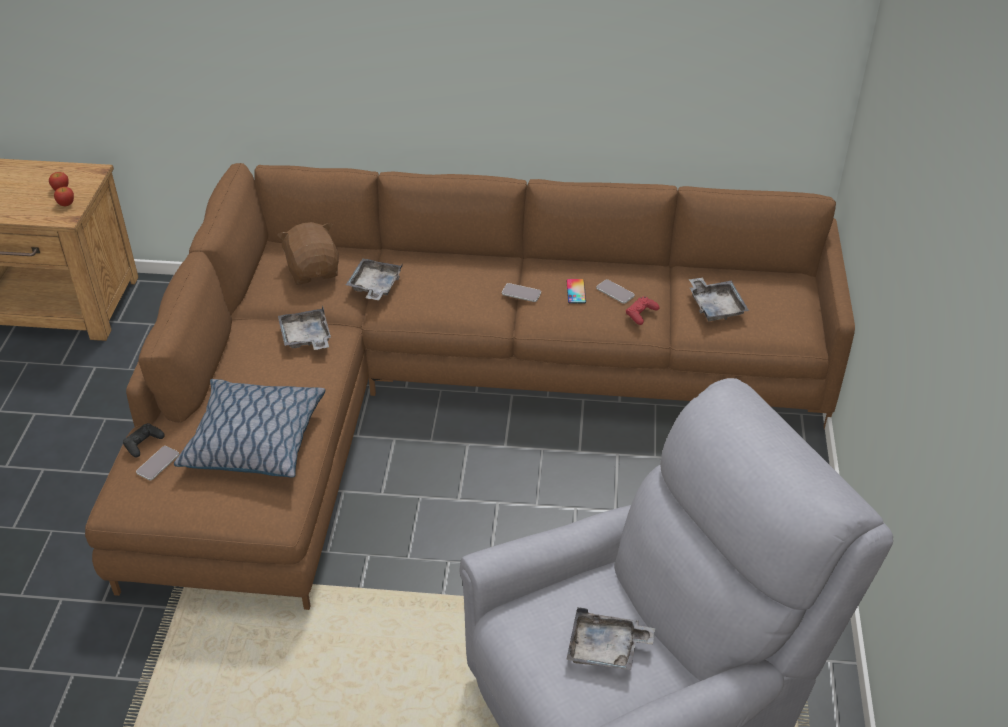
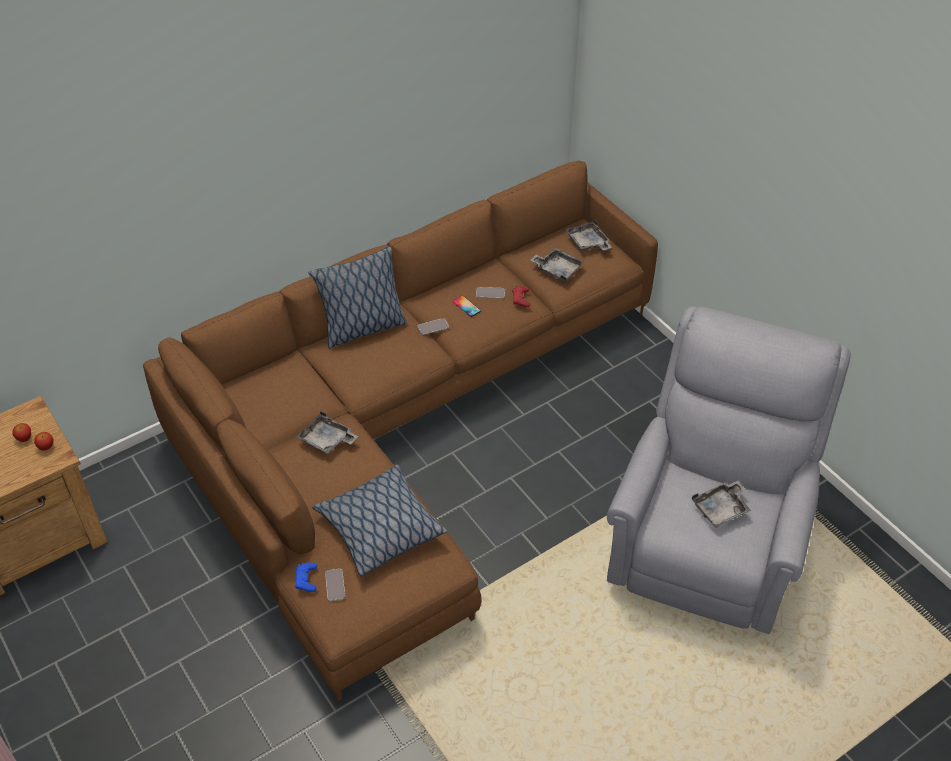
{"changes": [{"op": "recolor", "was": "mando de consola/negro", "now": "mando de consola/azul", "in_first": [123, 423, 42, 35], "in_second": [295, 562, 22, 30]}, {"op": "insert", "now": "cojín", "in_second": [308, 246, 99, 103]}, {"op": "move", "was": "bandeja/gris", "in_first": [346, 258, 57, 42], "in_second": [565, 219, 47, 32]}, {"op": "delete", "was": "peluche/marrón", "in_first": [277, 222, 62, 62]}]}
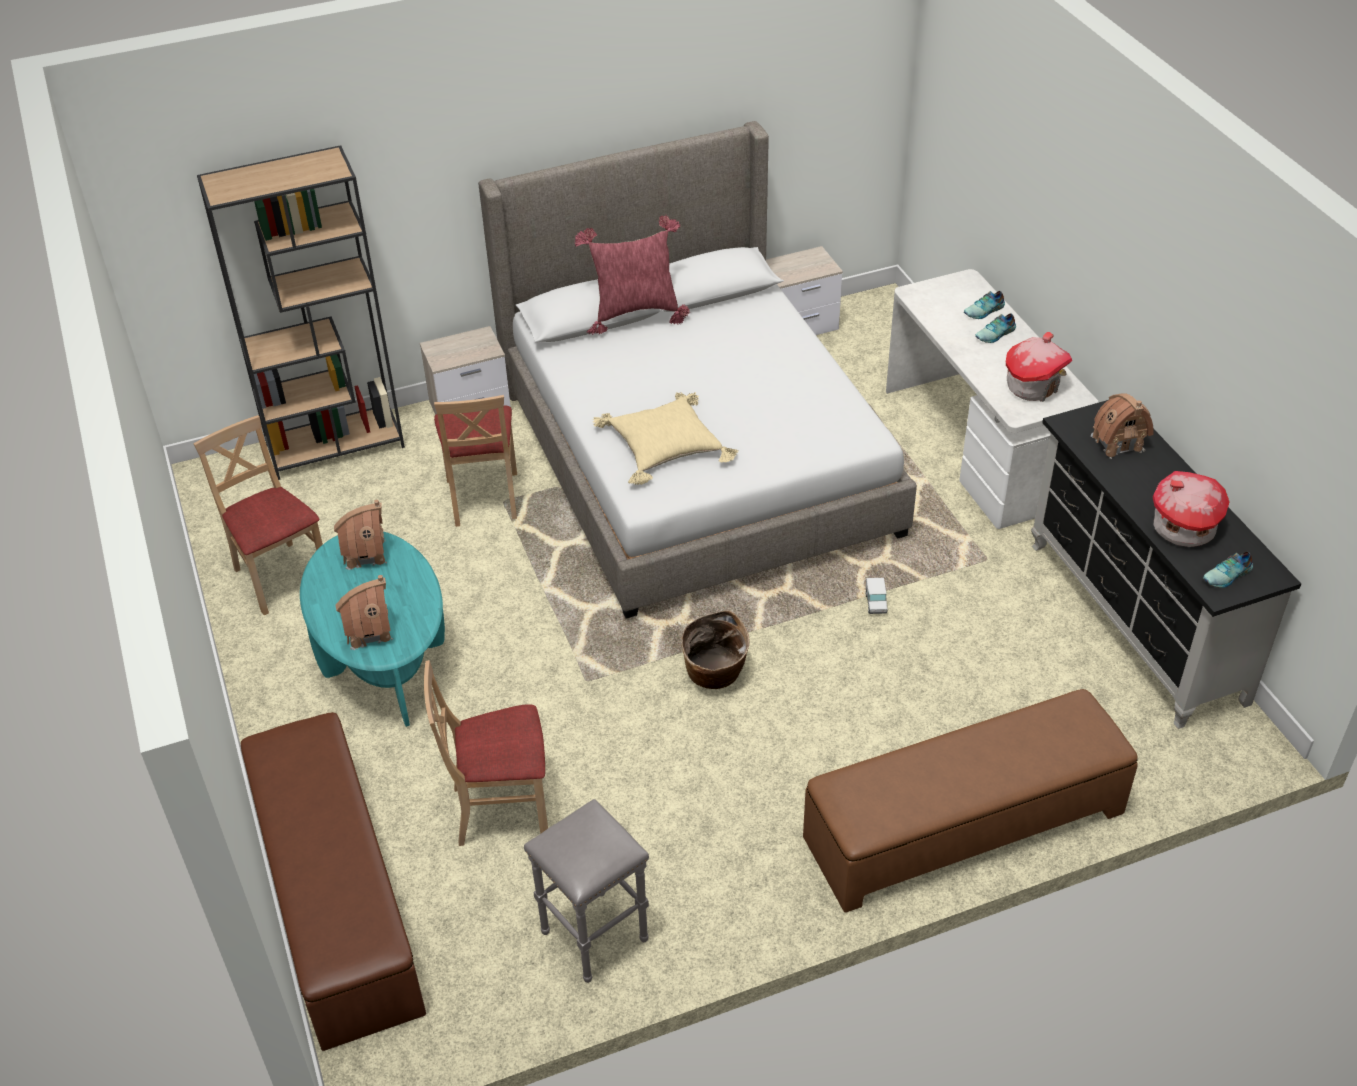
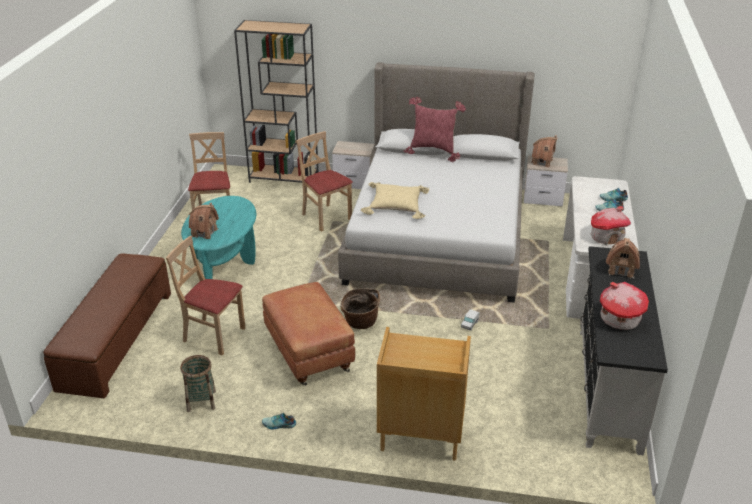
{"changes": [{"op": "replace", "was": "taburete/gris", "now": "cesta", "in_first": [524, 799, 125, 184], "in_second": [180, 355, 36, 57]}, {"op": "insert", "now": "puf/marrón", "in_second": [262, 282, 93, 104]}, {"op": "move", "was": "zapato", "in_first": [1203, 552, 50, 36], "in_second": [262, 413, 34, 16]}, {"op": "rotate", "was": "silla/beis", "in_first": [434, 395, 83, 132], "in_second": [296, 131, 57, 101], "clockwise": 120}, {"op": "replace", "was": "banco/marrón", "now": "armario/marrón", "in_first": [803, 689, 335, 224], "in_second": [377, 327, 94, 134]}, {"op": "move", "was": "casita", "in_first": [334, 500, 53, 70], "in_second": [531, 135, 26, 32]}]}
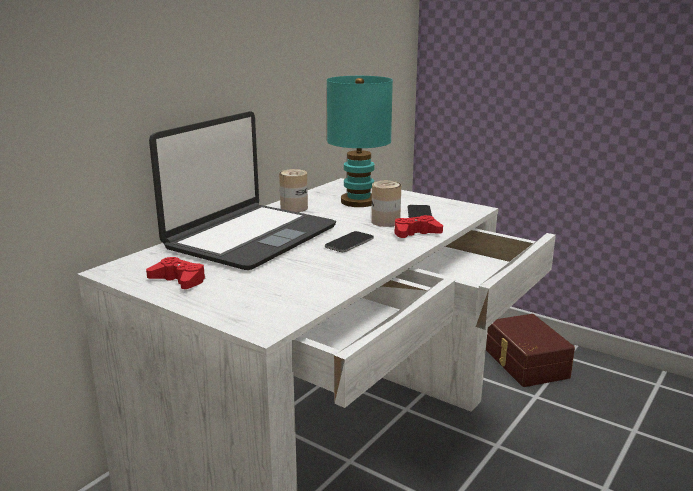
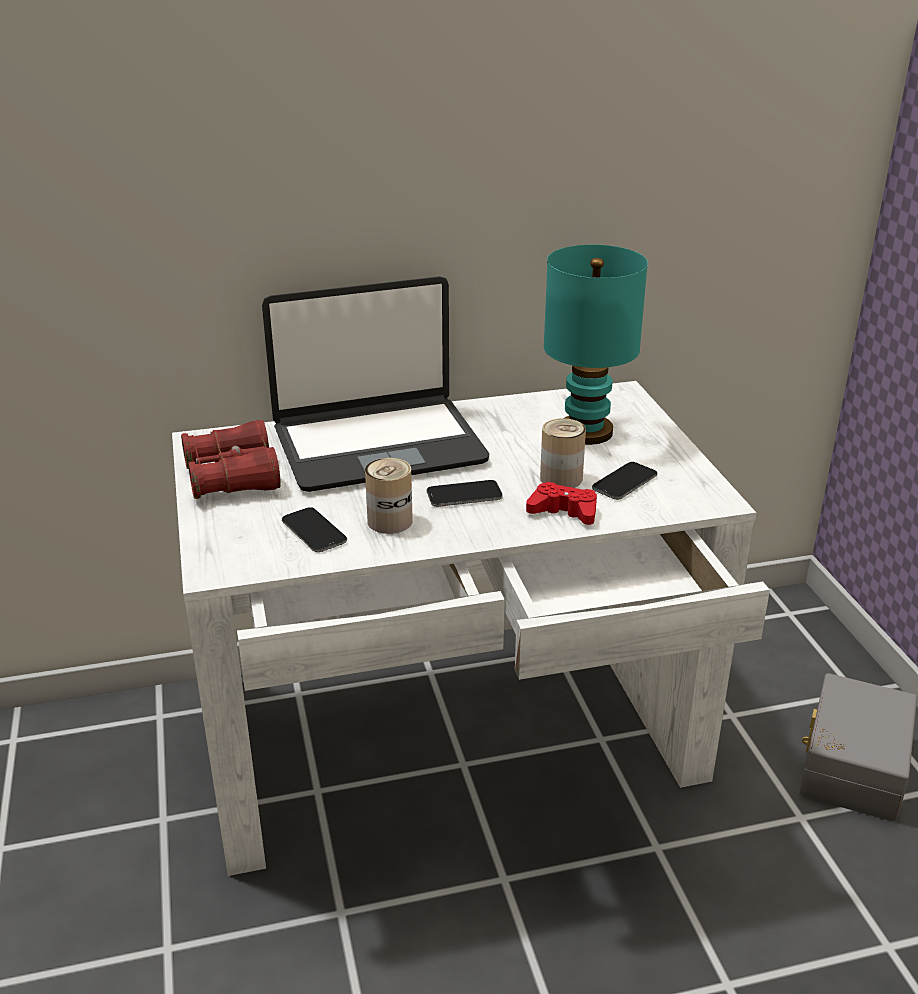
{"changes": [{"op": "replace", "was": "mando de consola/rojo", "now": "prismáticos/rojo", "in_first": [146, 257, 60, 32], "in_second": [181, 420, 100, 79]}, {"op": "insert", "now": "móvil", "in_second": [282, 507, 65, 45]}, {"op": "move", "was": "lata", "in_first": [279, 169, 29, 43], "in_second": [365, 458, 48, 76]}, {"op": "recolor", "was": "caja de almacenaje/marrón", "now": "caja de almacenaje/gris", "in_first": [486, 314, 89, 73], "in_second": [799, 673, 118, 149]}]}
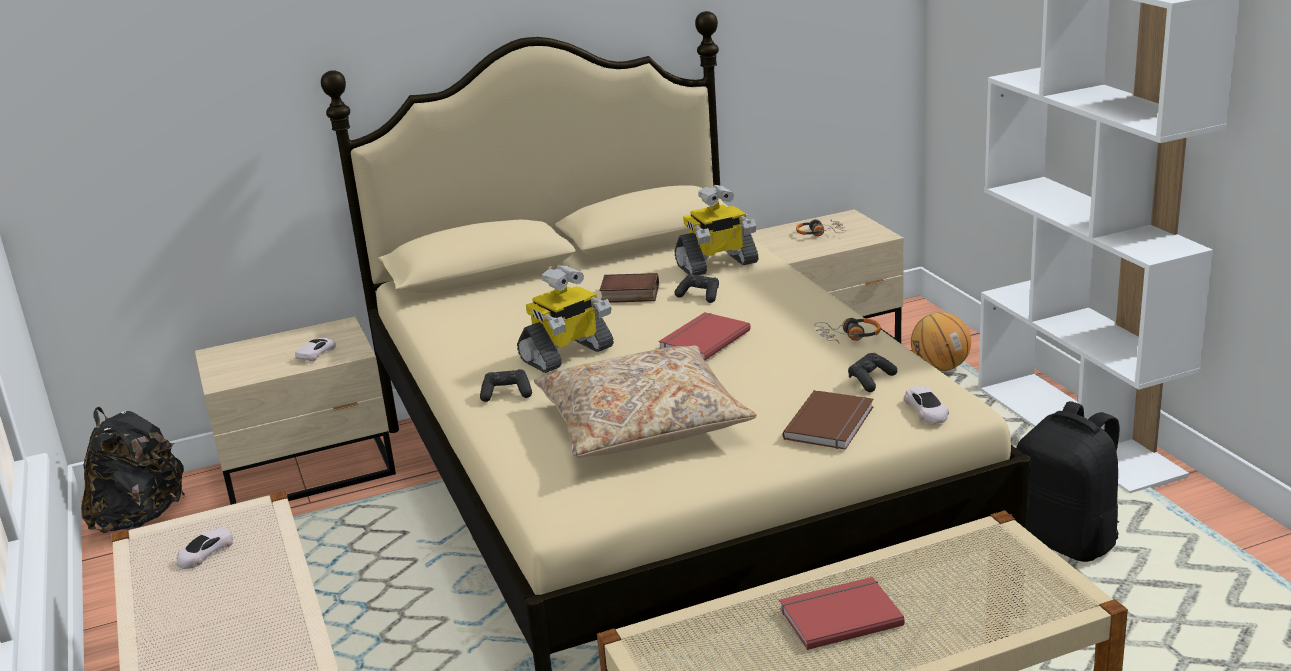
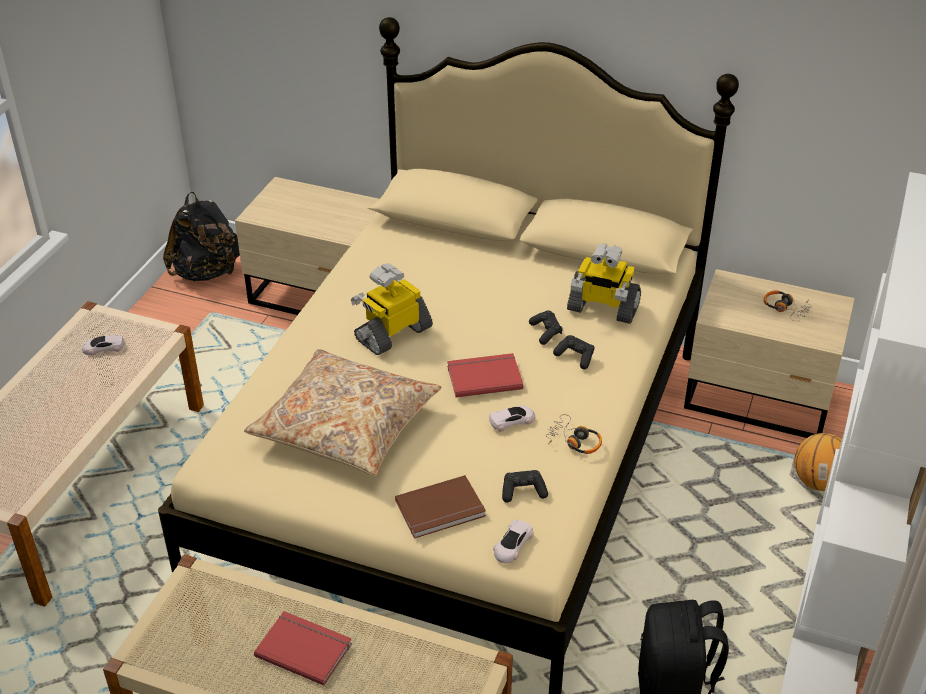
{"changes": [{"op": "rotate", "was": "robot de juguete", "in_first": [517, 265, 97, 108], "in_second": [351, 263, 82, 92], "clockwise": 135}, {"op": "move", "was": "coche de juguete/blanco", "in_first": [295, 338, 41, 23], "in_second": [489, 405, 46, 27]}, {"op": "move", "was": "mando de consola/negro", "in_first": [480, 369, 52, 33], "in_second": [553, 335, 41, 35]}, {"op": "delete", "was": "libro", "in_first": [600, 273, 59, 30]}]}
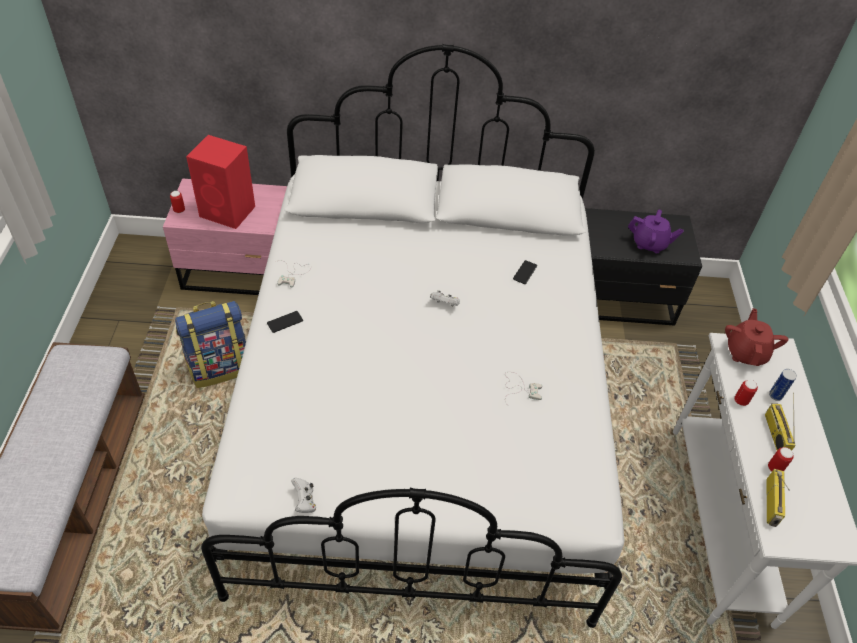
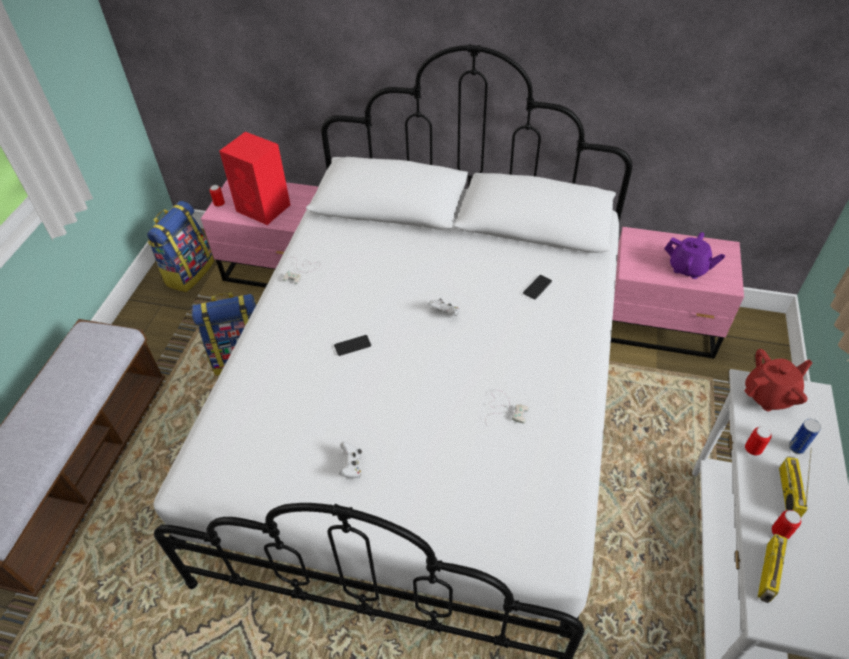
{"changes": [{"op": "insert", "now": "mochila", "in_second": [147, 201, 67, 91]}, {"op": "move", "was": "móvil", "in_first": [267, 311, 36, 22], "in_second": [334, 335, 37, 21]}, {"op": "move", "was": "mando de consola/blanco", "in_first": [291, 477, 25, 36], "in_second": [339, 442, 23, 36]}, {"op": "recolor", "was": "mesita de noche/negro", "now": "mesita de noche/rosa", "in_first": [585, 208, 117, 118], "in_second": [611, 227, 133, 132]}, {"op": "rotate", "was": "tetera/rojo", "in_first": [725, 308, 63, 58], "in_second": [744, 349, 69, 62], "clockwise": 45}]}
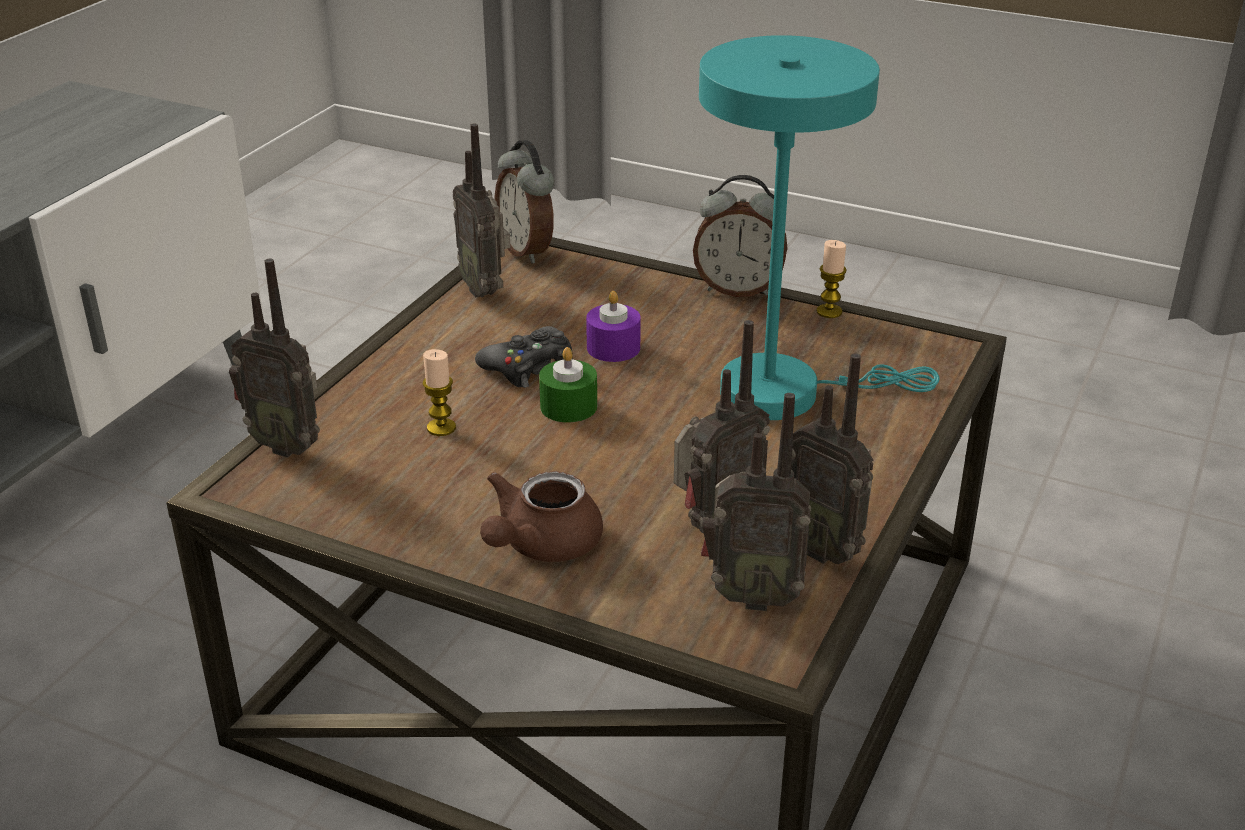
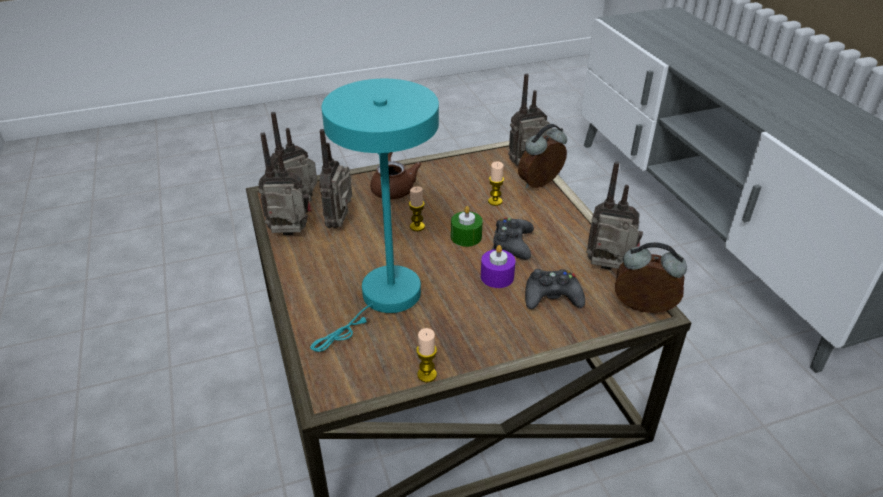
{"changes": [{"op": "insert", "now": "vela", "in_second": [409, 186, 16, 45]}, {"op": "move", "was": "despertador", "in_first": [693, 175, 95, 122], "in_second": [518, 124, 49, 65]}, {"op": "insert", "now": "mando de consola/negro", "in_second": [525, 269, 60, 40]}]}
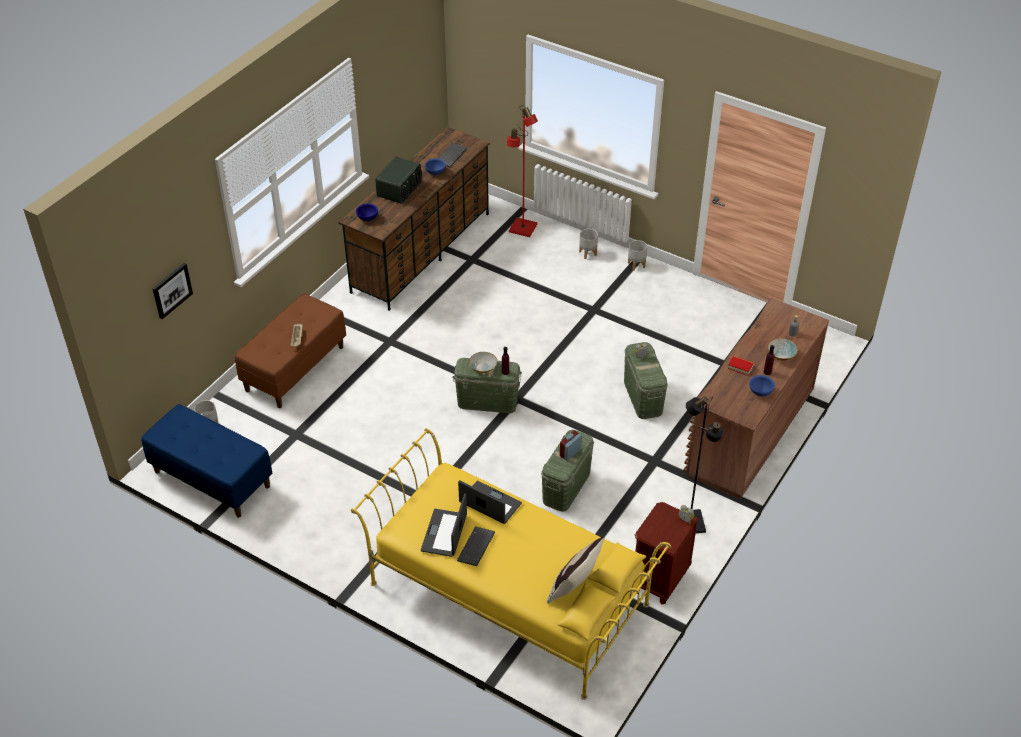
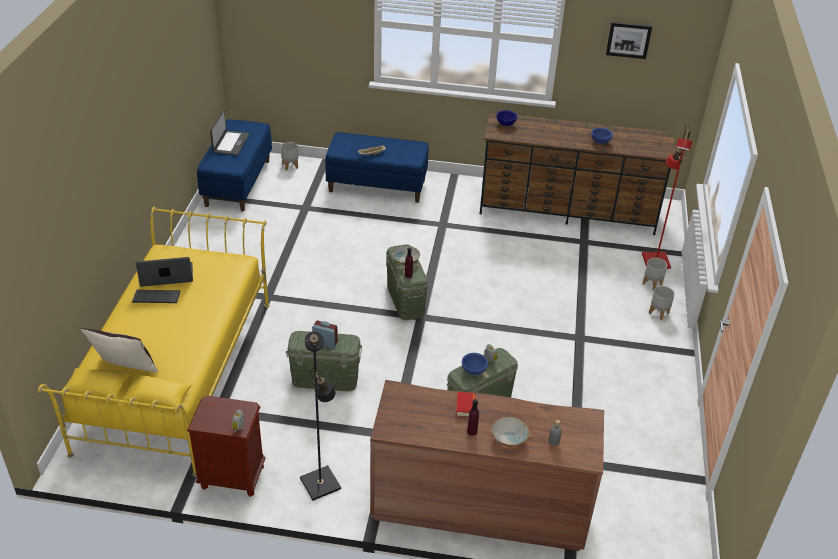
{"changes": [{"op": "move", "was": "portátil", "in_first": [458, 480, 64, 44], "in_second": [210, 110, 40, 46]}, {"op": "recolor", "was": "banco/marrón", "now": "banco/azul", "in_first": [235, 294, 111, 114], "in_second": [325, 132, 104, 71]}, {"op": "move", "was": "cuenco/azul", "in_first": [749, 375, 26, 21], "in_second": [462, 353, 26, 22]}, {"op": "move", "was": "cuadro", "in_first": [152, 263, 41, 56], "in_second": [606, 22, 46, 37]}, {"op": "move", "was": "maceta/gris", "in_first": [628, 240, 19, 31], "in_second": [643, 258, 24, 33]}, {"op": "delete", "was": "radio", "in_first": [375, 157, 47, 47]}, {"op": "delete", "was": "teclado", "in_first": [438, 142, 29, 25]}]}
